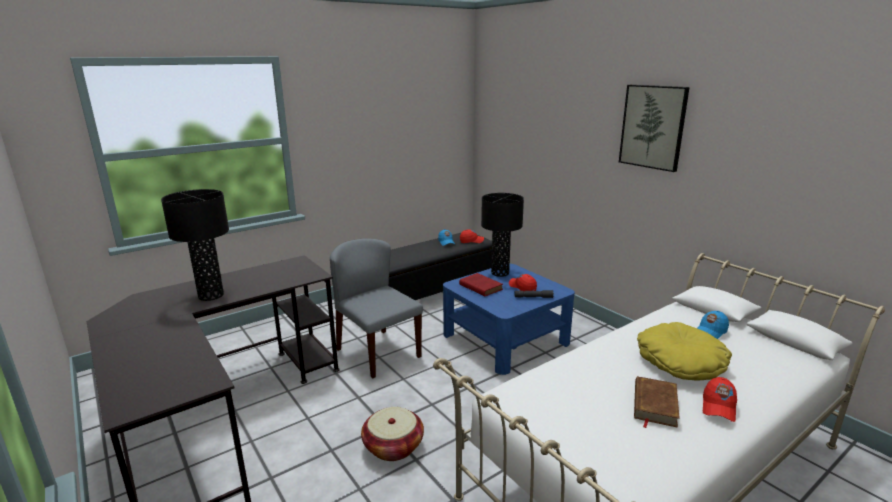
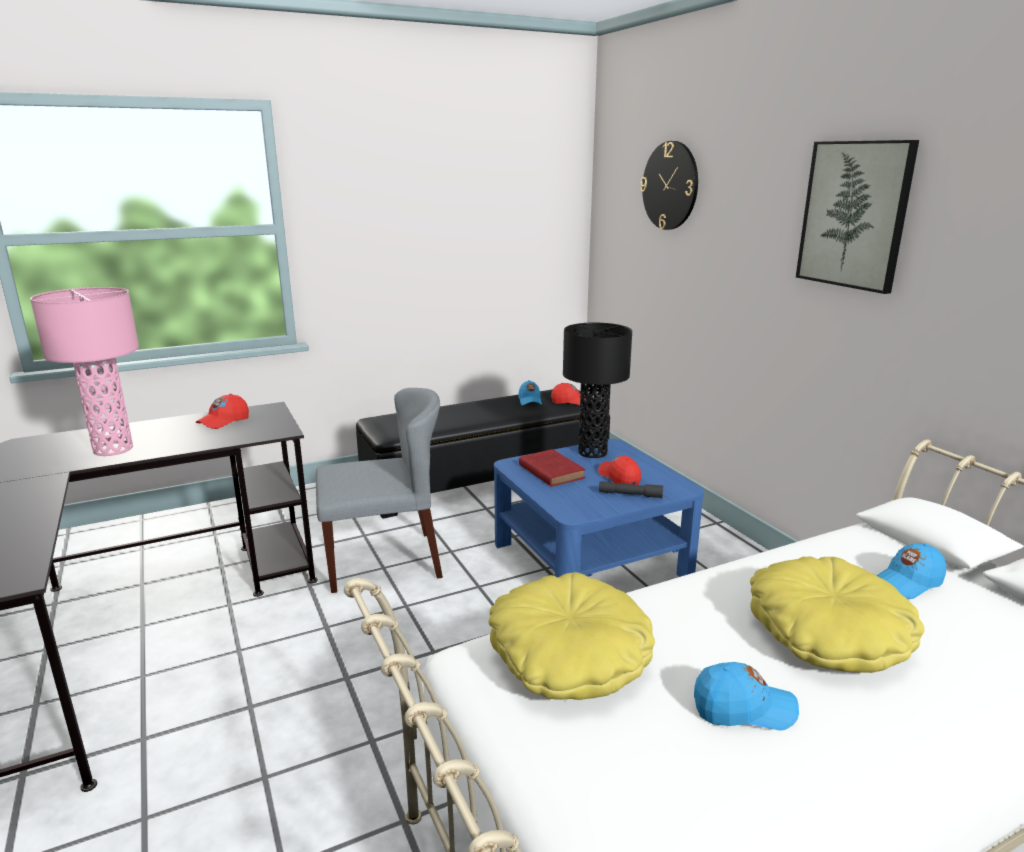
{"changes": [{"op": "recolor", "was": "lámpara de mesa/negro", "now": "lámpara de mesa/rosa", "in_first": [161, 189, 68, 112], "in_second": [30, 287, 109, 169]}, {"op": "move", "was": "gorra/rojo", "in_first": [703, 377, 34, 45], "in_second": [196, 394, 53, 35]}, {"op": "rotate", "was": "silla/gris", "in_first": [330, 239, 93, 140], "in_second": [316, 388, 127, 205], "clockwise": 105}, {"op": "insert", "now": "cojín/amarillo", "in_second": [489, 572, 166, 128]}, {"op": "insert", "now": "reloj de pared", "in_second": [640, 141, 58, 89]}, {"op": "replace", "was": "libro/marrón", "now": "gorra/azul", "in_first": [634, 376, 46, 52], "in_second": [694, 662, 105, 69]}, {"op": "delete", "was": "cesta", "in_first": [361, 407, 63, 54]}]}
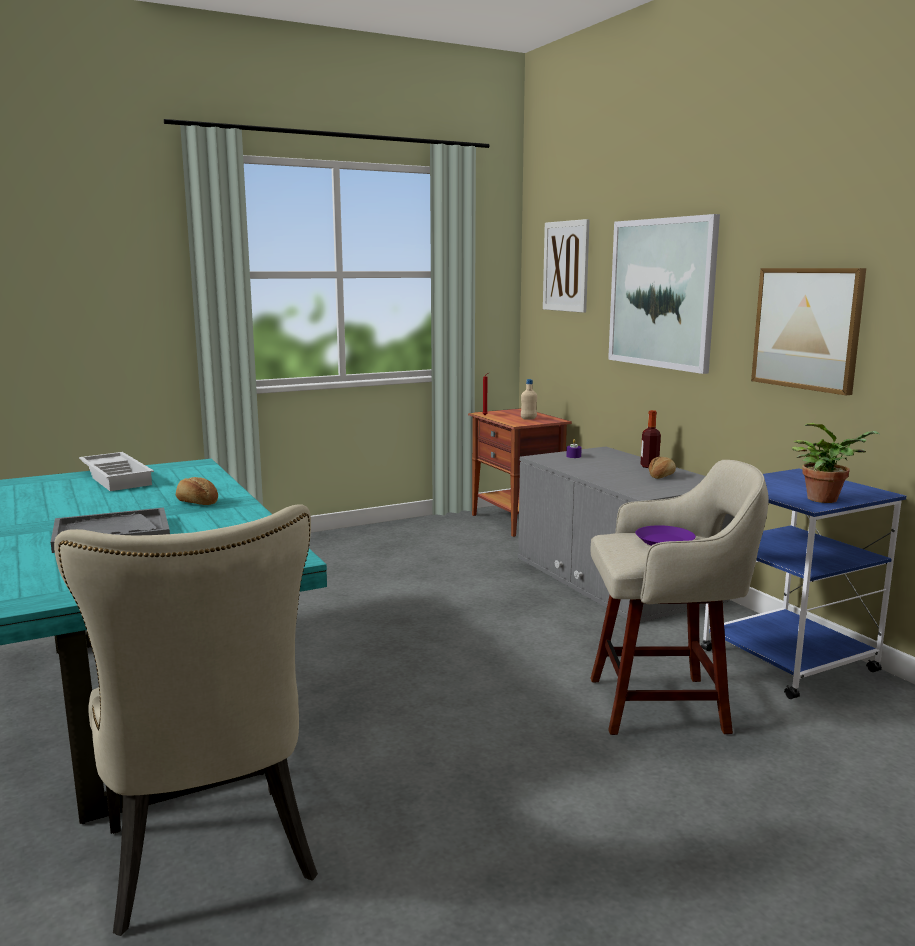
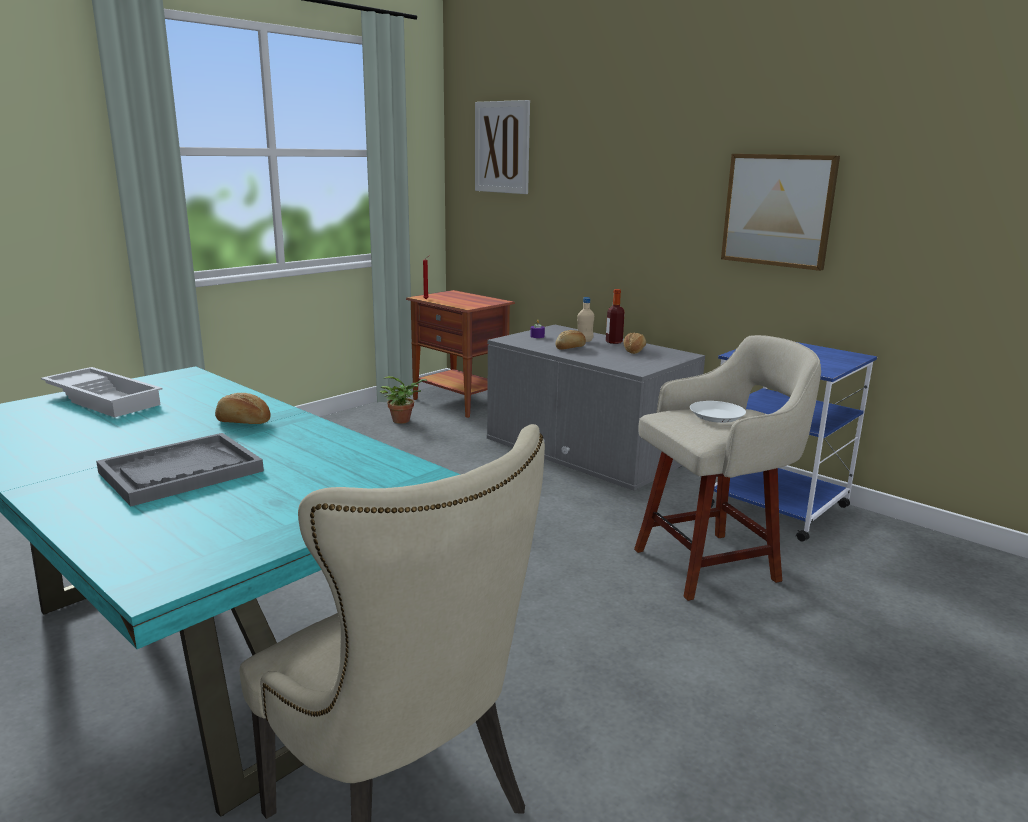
{"changes": [{"op": "move", "was": "planta en maceta", "in_first": [792, 423, 87, 80], "in_second": [379, 376, 48, 48]}, {"op": "insert", "now": "pan", "in_second": [555, 330, 31, 20]}, {"op": "move", "was": "botella/beis", "in_first": [521, 379, 16, 41], "in_second": [577, 297, 17, 45]}, {"op": "recolor", "was": "plato/morado", "now": "plato/blanco", "in_first": [636, 525, 60, 21], "in_second": [690, 401, 56, 22]}, {"op": "delete", "was": "cuadro", "in_first": [608, 214, 112, 160]}]}
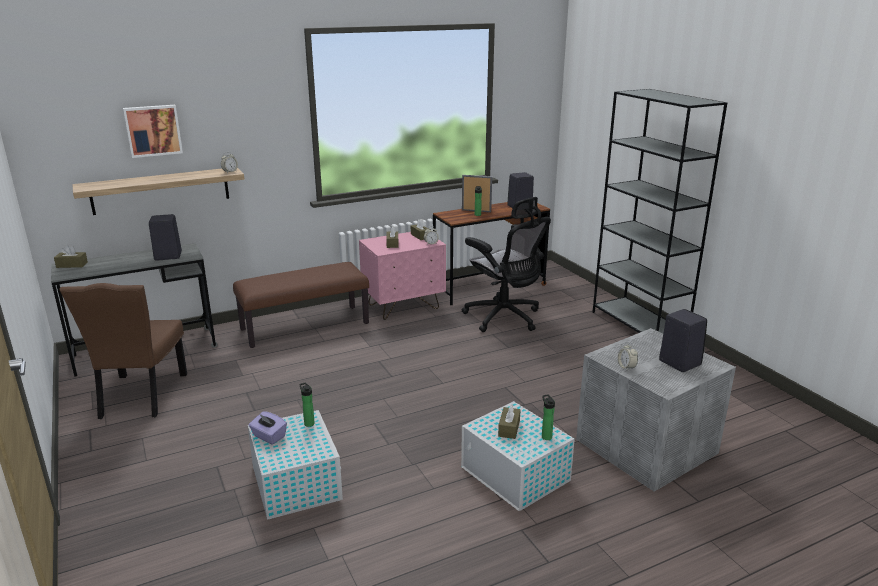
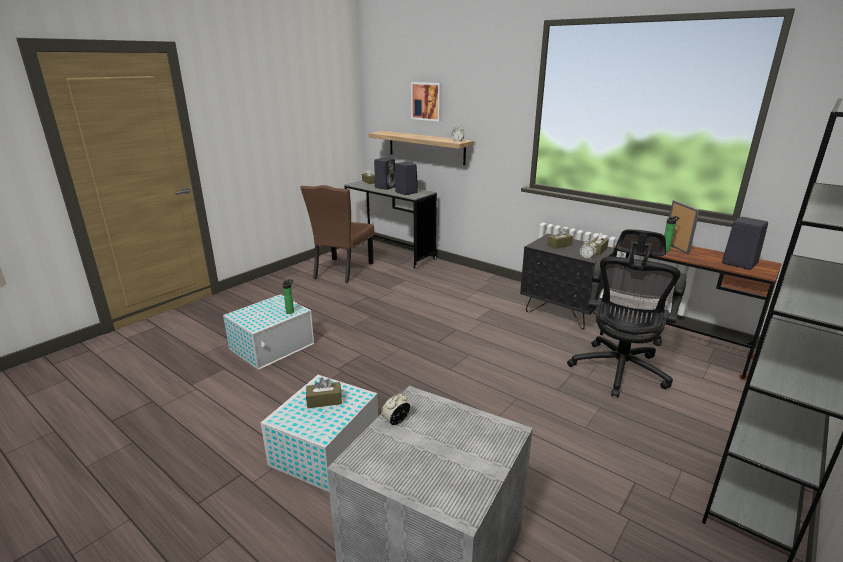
{"changes": [{"op": "rotate", "was": "silla/marrón", "in_first": [60, 283, 127, 136], "in_second": [300, 185, 75, 98], "clockwise": -45}, {"op": "move", "was": "altavoz/negro", "in_first": [659, 309, 48, 63], "in_second": [374, 157, 21, 33]}, {"op": "recolor", "was": "mesita de noche/rosa", "now": "mesita de noche/negro", "in_first": [359, 232, 87, 88], "in_second": [520, 234, 97, 96]}, {"op": "delete", "was": "banco/marrón", "in_first": [233, 262, 136, 86]}, {"op": "delete", "was": "caja de pañuelos/morado", "in_first": [249, 411, 38, 34]}, {"op": "delete", "was": "botella", "in_first": [542, 394, 13, 46]}]}
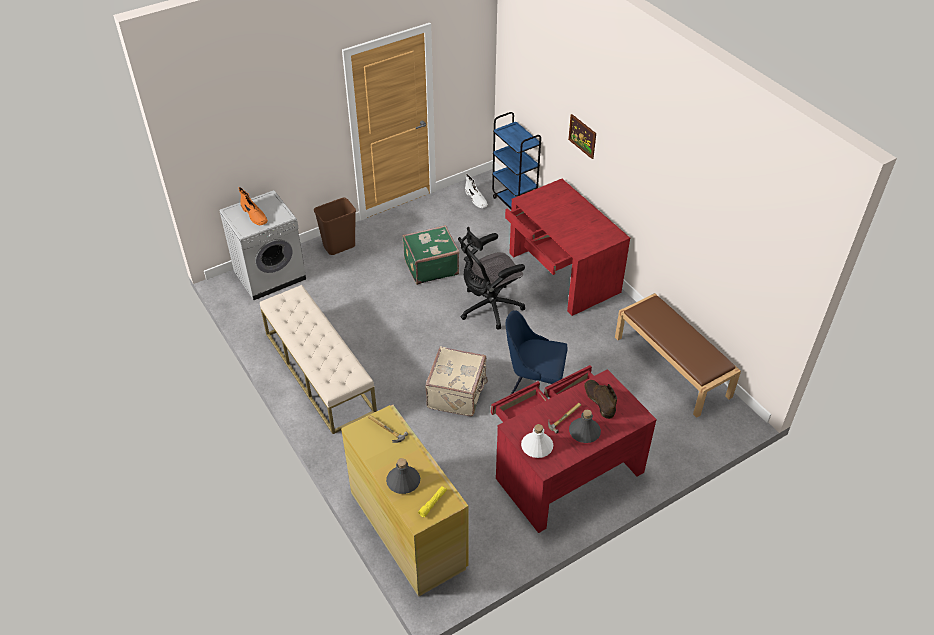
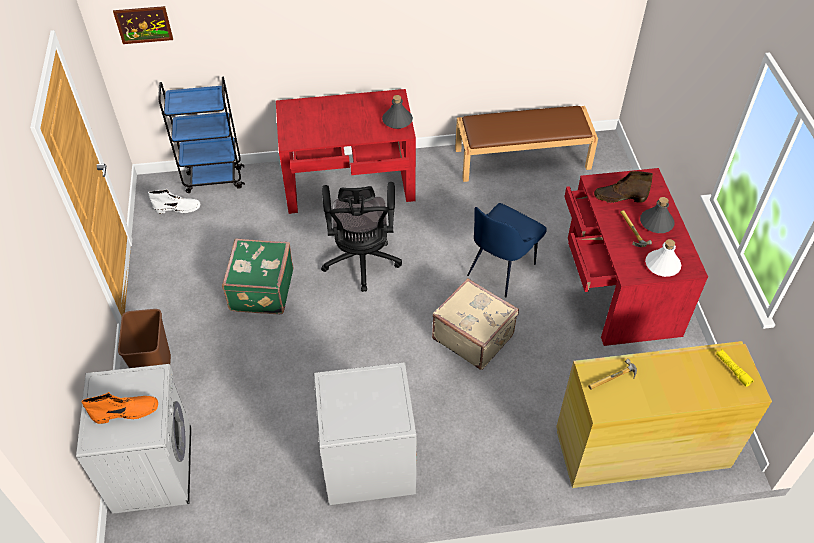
{"changes": [{"op": "move", "was": "cuadro", "in_first": [568, 114, 28, 45], "in_second": [113, 6, 60, 38]}, {"op": "replace", "was": "banco/beis", "now": "lavadora/blanco", "in_first": [260, 285, 117, 149], "in_second": [314, 362, 103, 143]}, {"op": "move", "was": "botella/gris", "in_first": [386, 458, 34, 36], "in_second": [382, 95, 31, 34]}]}
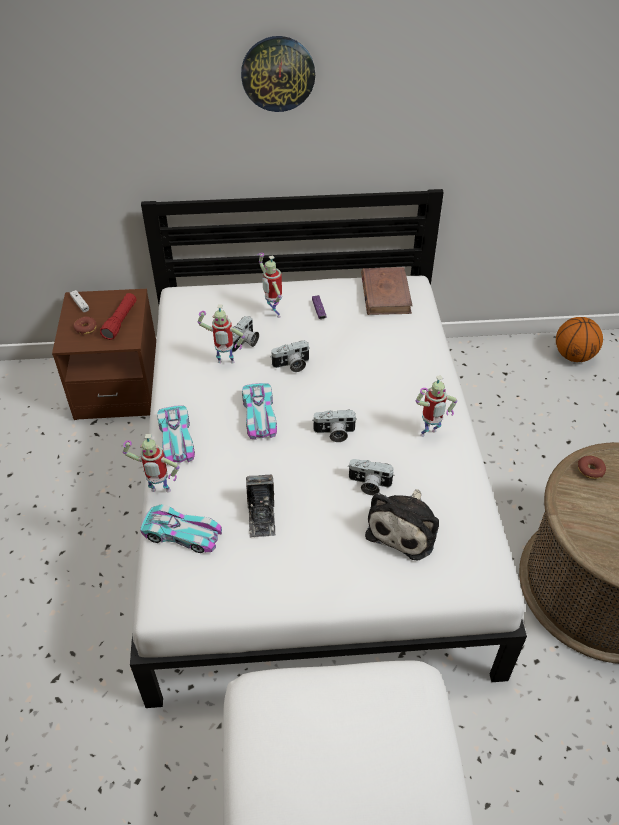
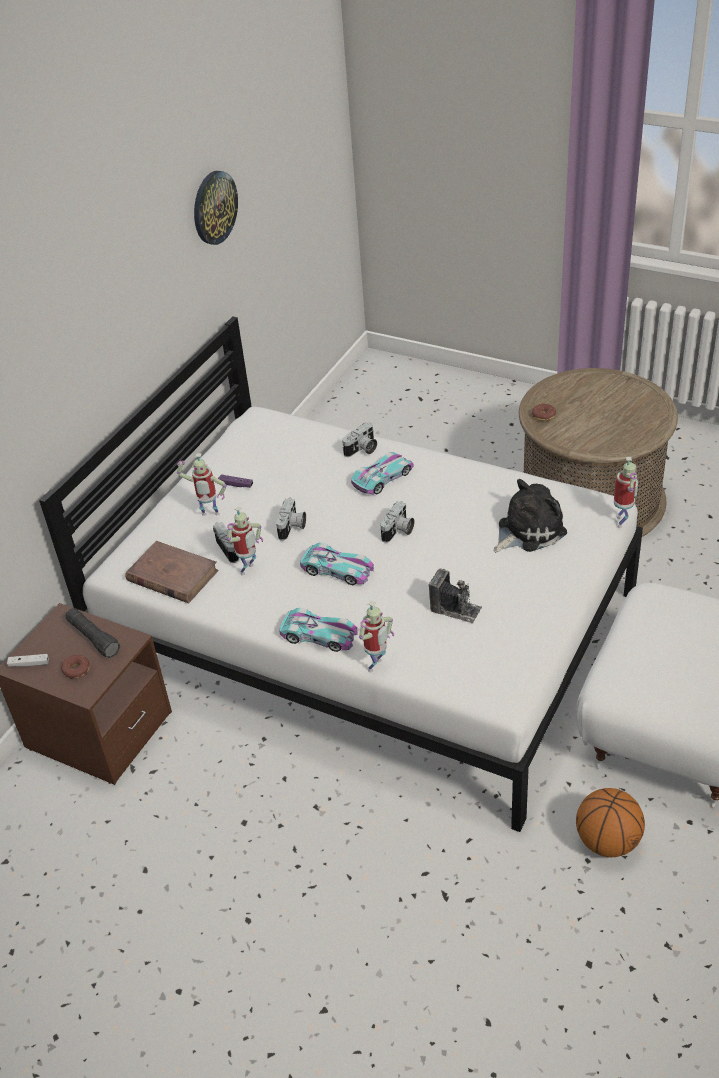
{"changes": [{"op": "recolor", "was": "linterna/rojo", "now": "linterna/negro", "in_first": [100, 293, 37, 47], "in_second": [66, 608, 54, 50]}, {"op": "move", "was": "libro/marrón", "in_first": [361, 267, 52, 48], "in_second": [125, 541, 93, 62]}, {"op": "move", "was": "reloj de pared", "in_first": [241, 36, 74, 76], "in_second": [194, 171, 44, 74]}, {"op": "move", "was": "cámara", "in_first": [348, 459, 47, 36], "in_second": [342, 422, 35, 35]}, {"op": "move", "was": "coche de juguete", "in_first": [140, 504, 82, 49], "in_second": [351, 452, 63, 43]}, {"op": "rotate", "was": "peluche", "in_first": [365, 489, 74, 71], "in_second": [494, 479, 73, 73], "clockwise": -90}, {"op": "move", "was": "balón de baloncesto", "in_first": [556, 317, 47, 45], "in_second": [576, 788, 69, 69]}, {"op": "move", "was": "robot de juguete", "in_first": [416, 375, 41, 62], "in_second": [614, 457, 24, 71]}]}
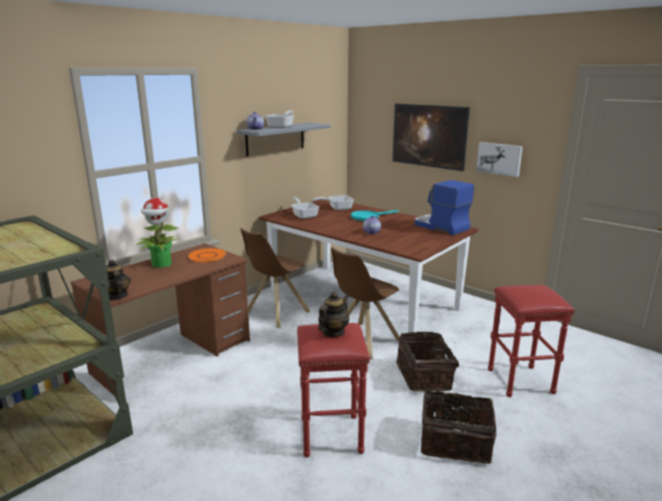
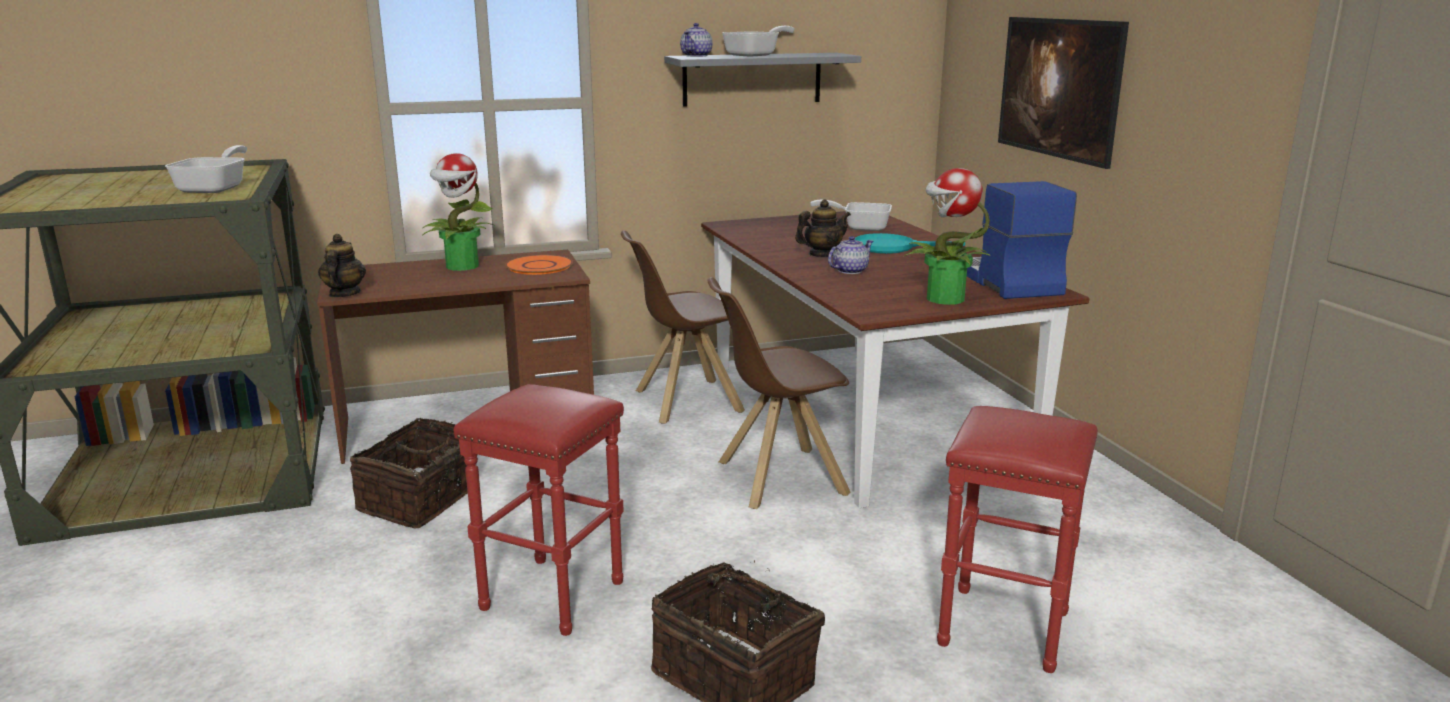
{"changes": [{"op": "move", "was": "sartén", "in_first": [291, 197, 28, 22], "in_second": [165, 145, 82, 48]}, {"op": "move", "was": "cesta", "in_first": [396, 331, 63, 61], "in_second": [350, 417, 118, 112]}, {"op": "move", "was": "tetera", "in_first": [318, 292, 31, 45], "in_second": [795, 199, 56, 58]}, {"op": "insert", "now": "planta en maceta", "in_second": [904, 168, 86, 137]}, {"op": "delete", "was": "cuadro", "in_first": [476, 142, 47, 35]}]}
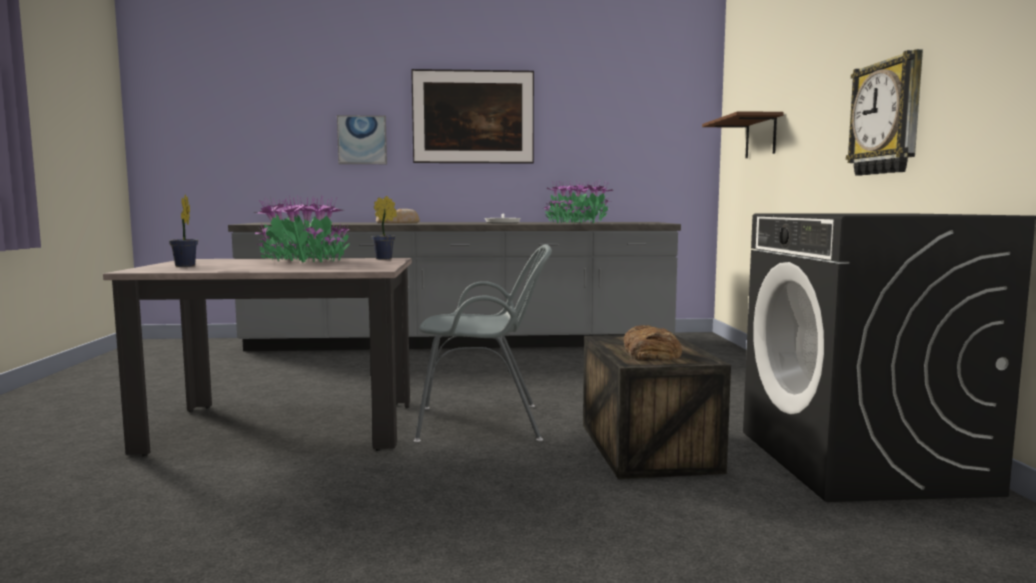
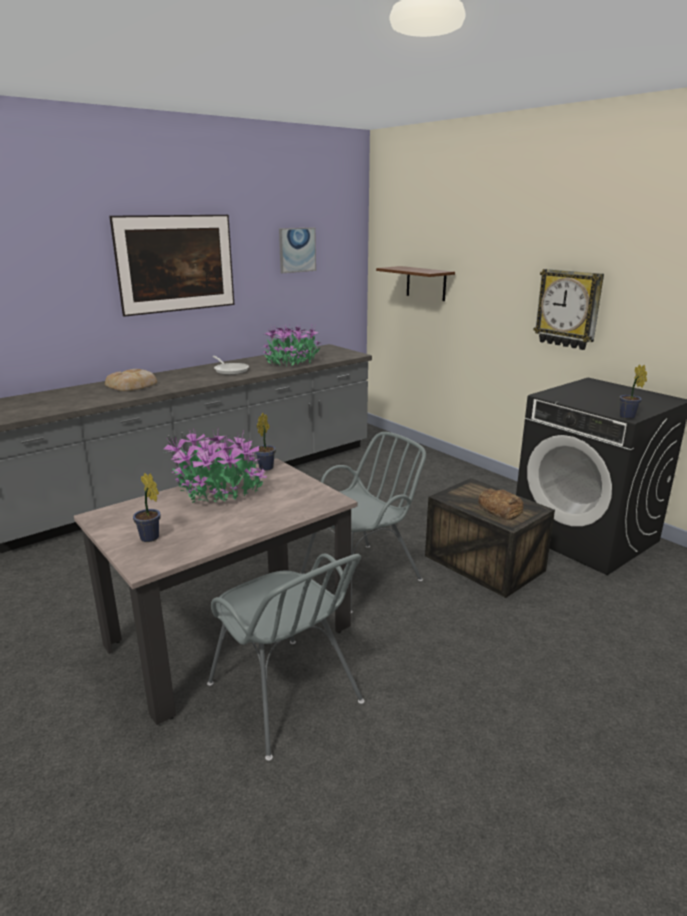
{"changes": [{"op": "insert", "now": "silla/gris", "in_second": [207, 554, 158, 207]}, {"op": "move", "was": "cuadro", "in_first": [337, 115, 50, 49], "in_second": [279, 228, 37, 45]}, {"op": "insert", "now": "planta en maceta", "in_second": [619, 364, 28, 55]}]}
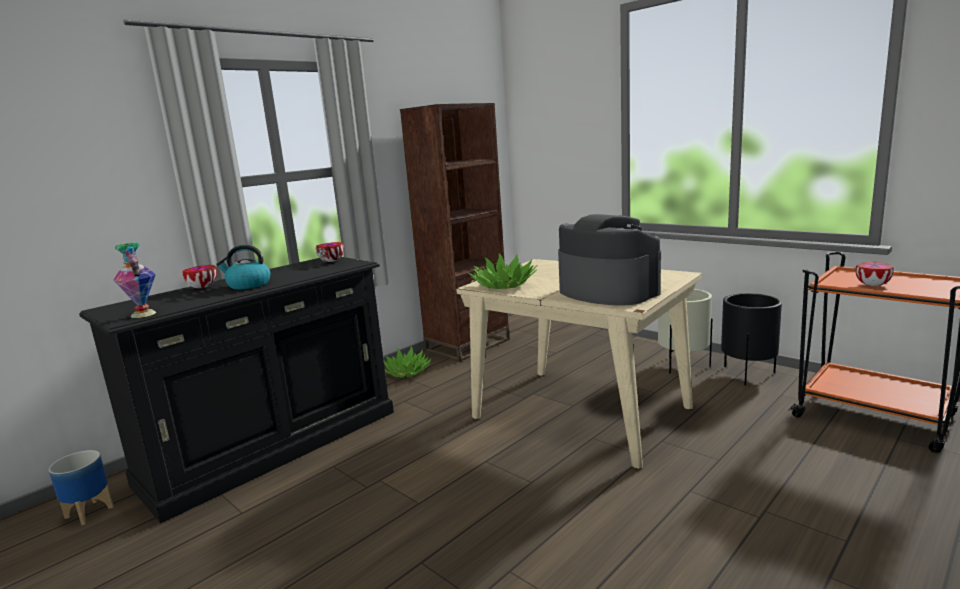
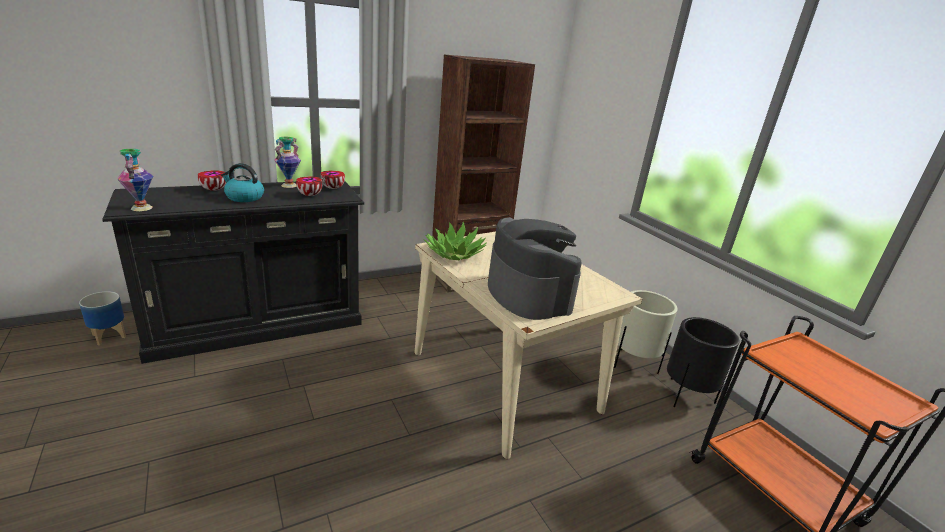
{"changes": [{"op": "insert", "now": "florero", "in_second": [274, 137, 27, 51]}, {"op": "move", "was": "cuenco", "in_first": [856, 262, 38, 24], "in_second": [296, 176, 27, 20]}, {"op": "delete", "was": "planta en maceta", "in_first": [384, 345, 47, 33]}]}
